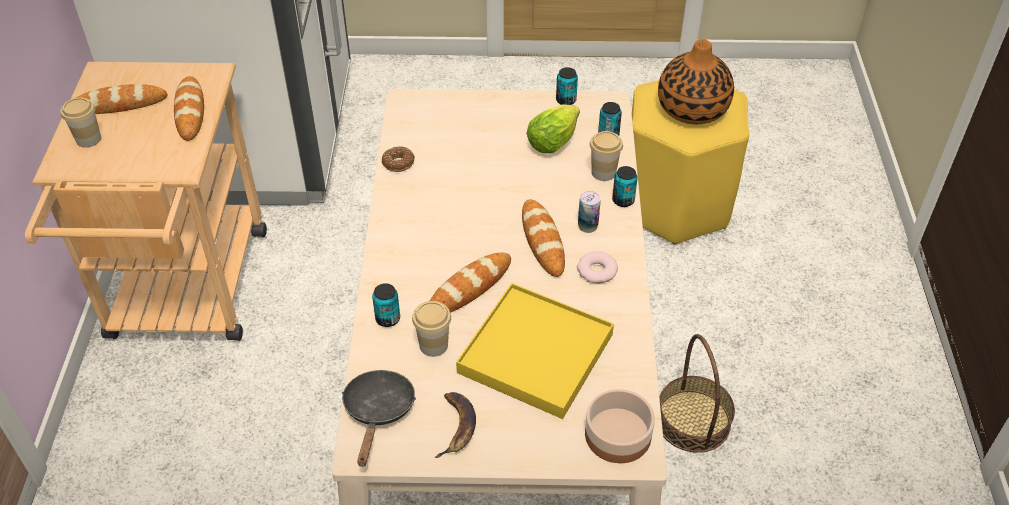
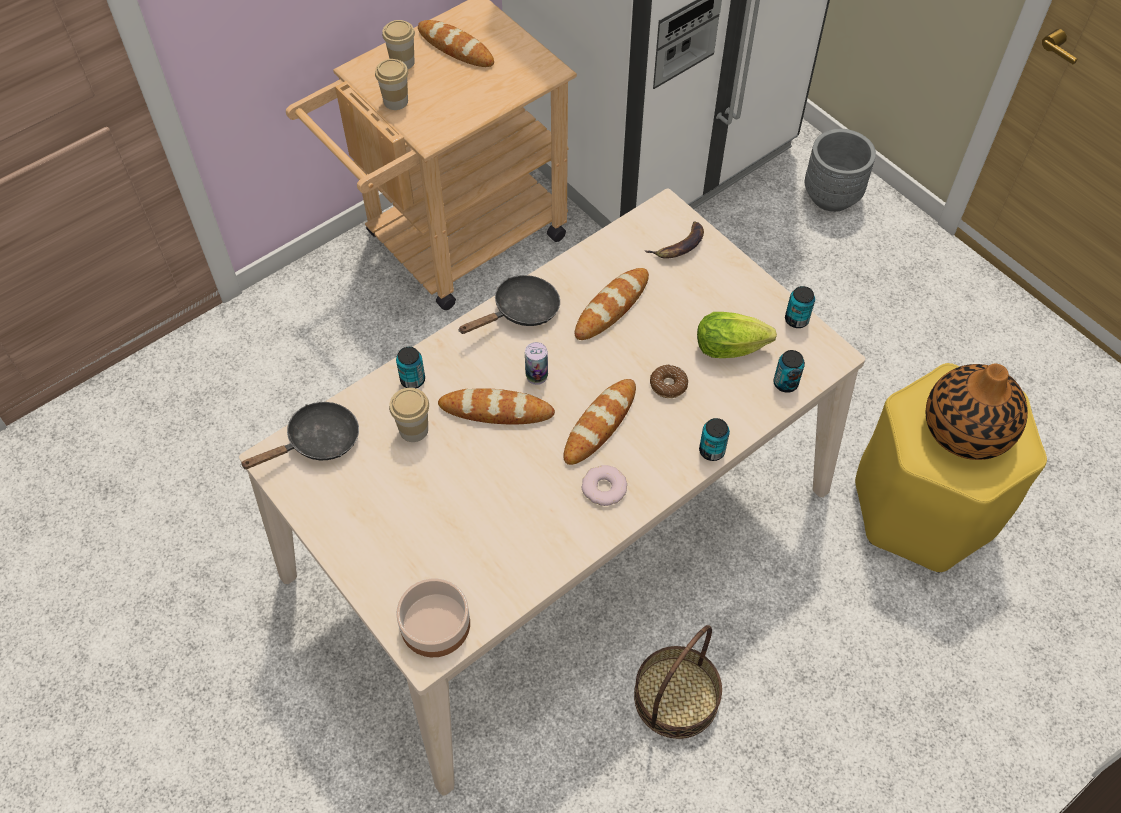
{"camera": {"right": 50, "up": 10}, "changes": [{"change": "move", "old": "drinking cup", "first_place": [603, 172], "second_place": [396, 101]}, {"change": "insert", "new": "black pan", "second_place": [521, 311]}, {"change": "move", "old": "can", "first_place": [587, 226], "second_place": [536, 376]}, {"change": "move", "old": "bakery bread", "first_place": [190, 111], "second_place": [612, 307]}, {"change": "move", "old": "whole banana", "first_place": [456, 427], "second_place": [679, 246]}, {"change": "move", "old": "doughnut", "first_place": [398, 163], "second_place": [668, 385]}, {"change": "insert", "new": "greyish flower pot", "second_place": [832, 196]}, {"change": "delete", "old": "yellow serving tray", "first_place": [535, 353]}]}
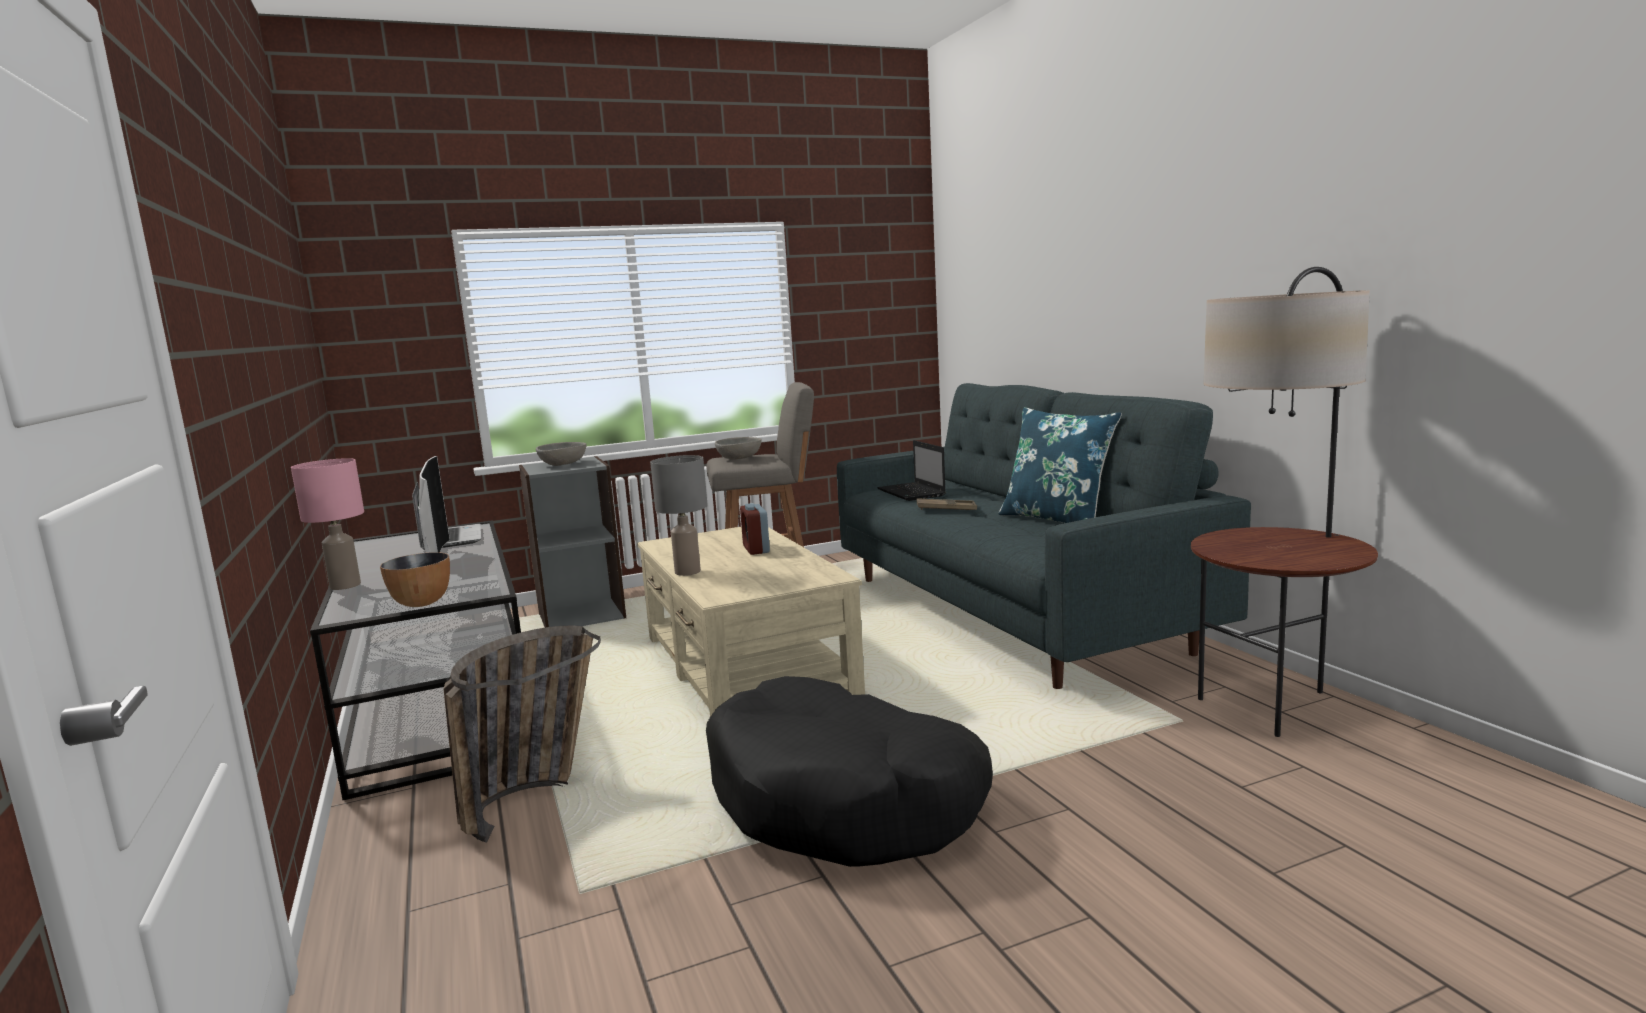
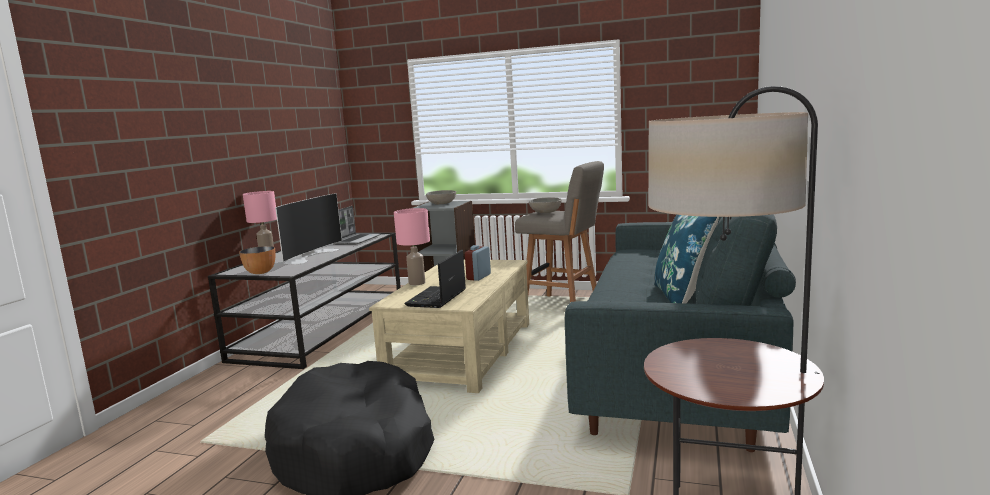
{"camera": {"right": 40, "up": 0}, "changes": [{"change": "recolor", "old": "greyish table lamp", "new": "pinkish table lamp", "first_place": [687, 572], "second_place": [417, 283]}, {"change": "move", "old": "laptop", "first_place": [912, 493], "second_place": [436, 298]}, {"change": "delete", "old": "basket", "first_place": [533, 798]}, {"change": "delete", "old": "brown serving tray", "first_place": [946, 509]}]}
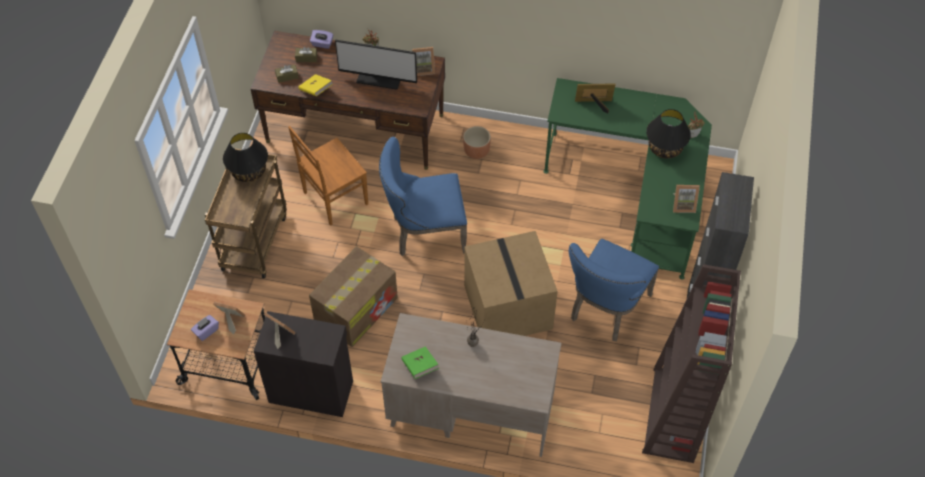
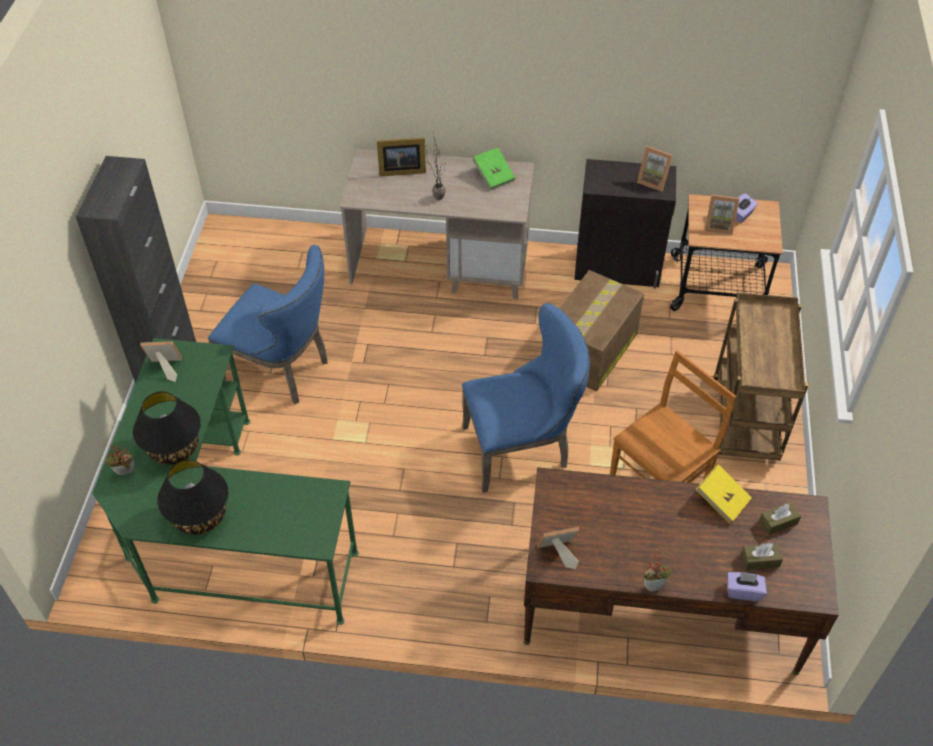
{"camera": {"right": 175, "up": -5}, "changes": [{"change": "move", "old": "black table lamp", "first_place": [249, 171], "second_place": [199, 516]}, {"change": "rotate", "old": "blue upright chair", "first_place": [606, 309], "second_place": [283, 370], "degrees": 90}, {"change": "move", "old": "standing frame", "first_place": [595, 104], "second_place": [400, 170]}, {"change": "delete", "old": "computer display", "first_place": [379, 77]}, {"change": "delete", "old": "brown flower pot", "first_place": [477, 151]}, {"change": "delete", "old": "carton", "first_place": [506, 306]}, {"change": "delete", "old": "brown bookshelf", "first_place": [674, 415]}]}
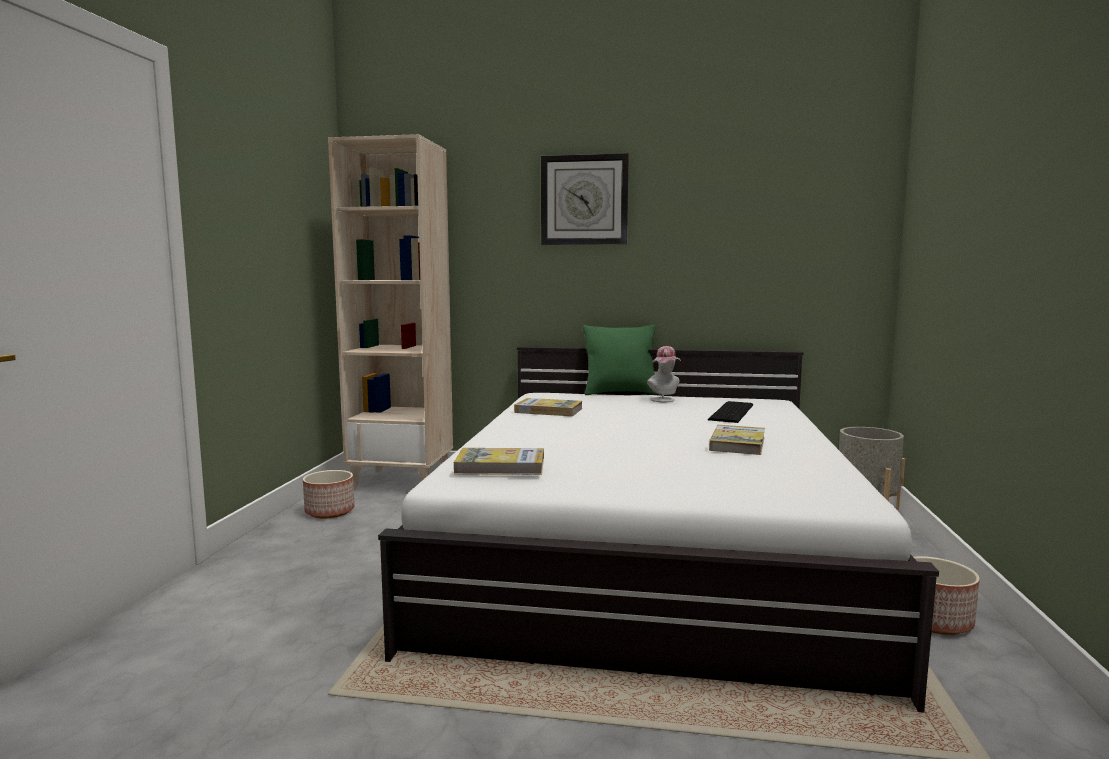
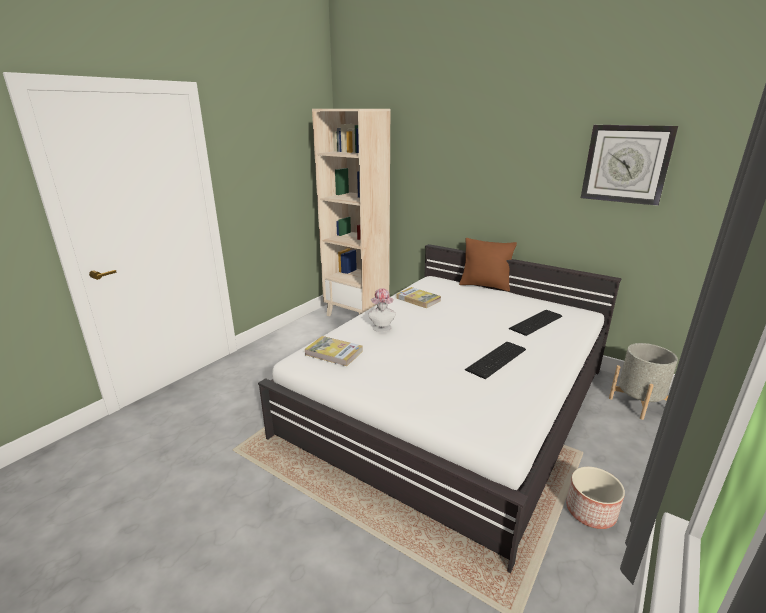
{"camera": {"right": 25, "up": 15}, "changes": [{"change": "move", "old": "hat", "first_place": [665, 400], "second_place": [382, 329]}, {"change": "recolor", "old": "greenish throw pillow", "new": "brown throw pillow", "first_place": [620, 393], "second_place": [485, 286]}, {"change": "replace", "old": "bound book", "new": "keyboard", "first_place": [737, 443], "second_place": [498, 359]}, {"change": "move", "old": "clock on the wall", "first_place": [584, 200], "second_place": [626, 164]}, {"change": "delete", "old": "flower pot", "first_place": [330, 511]}]}
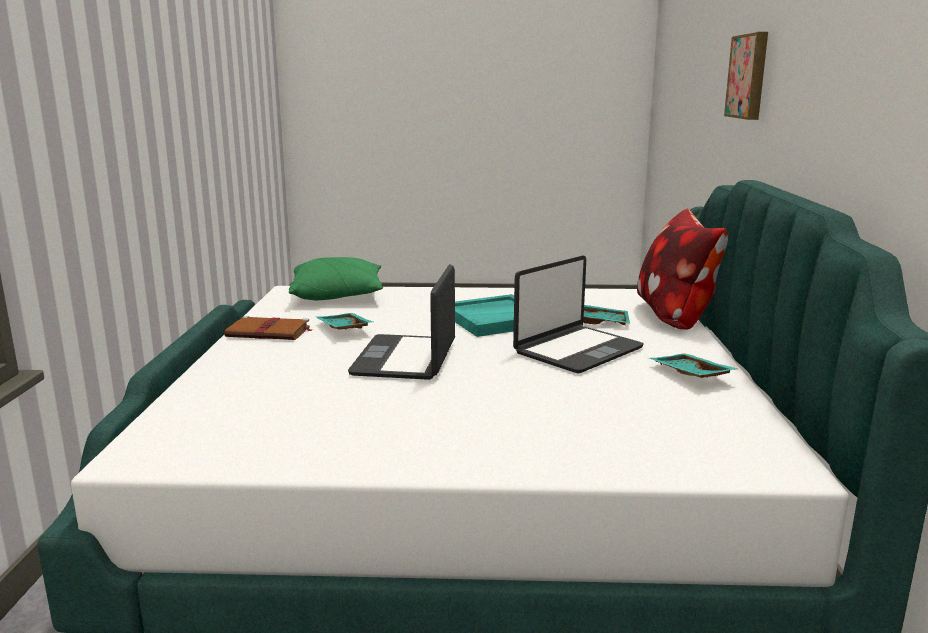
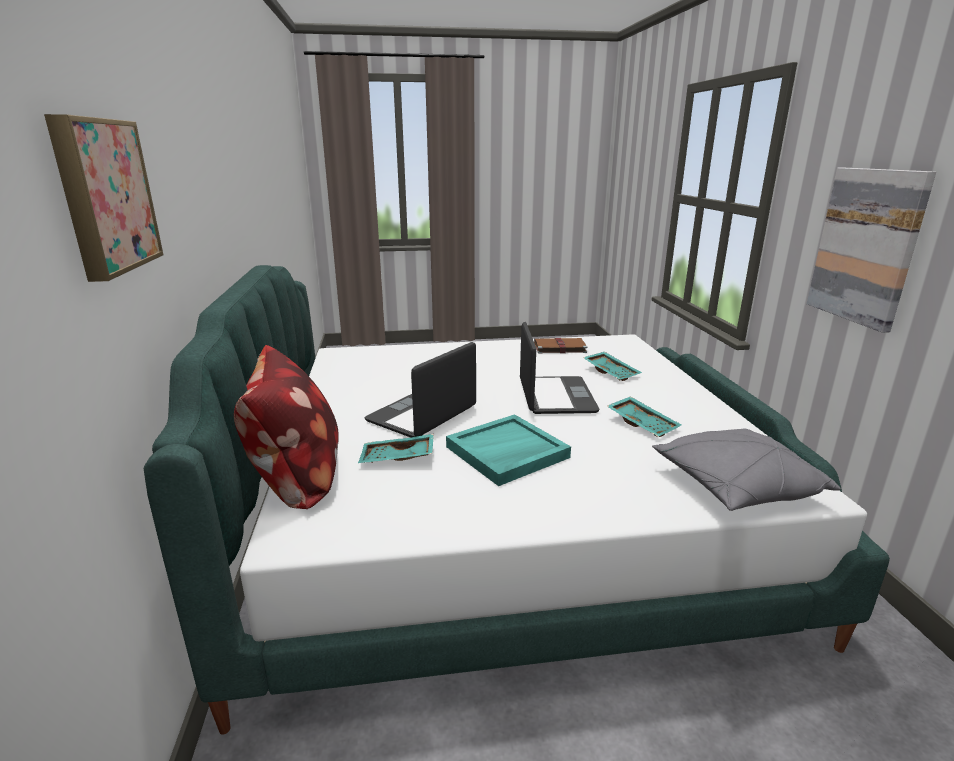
{"camera": {"right": 170, "up": 5}, "changes": [{"change": "move", "old": "brown bound book", "first_place": [270, 332], "second_place": [558, 347]}, {"change": "move", "old": "blue-green serving tray", "first_place": [689, 375], "second_place": [611, 372]}, {"change": "recolor", "old": "greenish throw pillow", "new": "greyish throw pillow", "first_place": [338, 295], "second_place": [735, 487]}, {"change": "insert", "new": "picture", "second_place": [866, 246]}]}
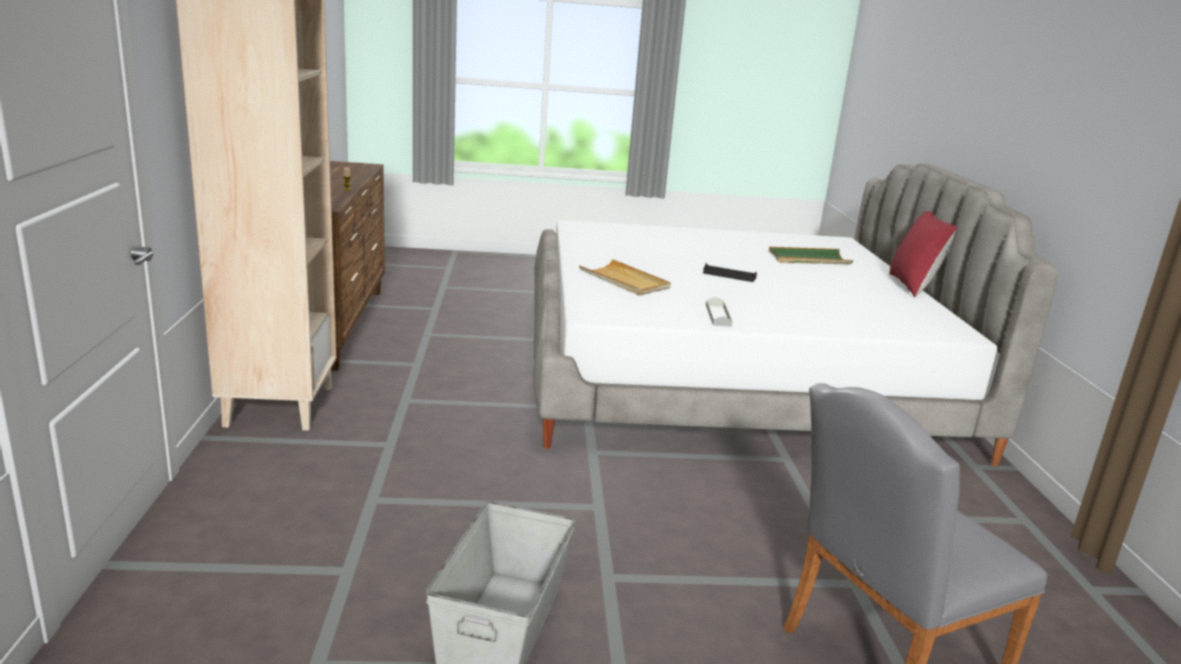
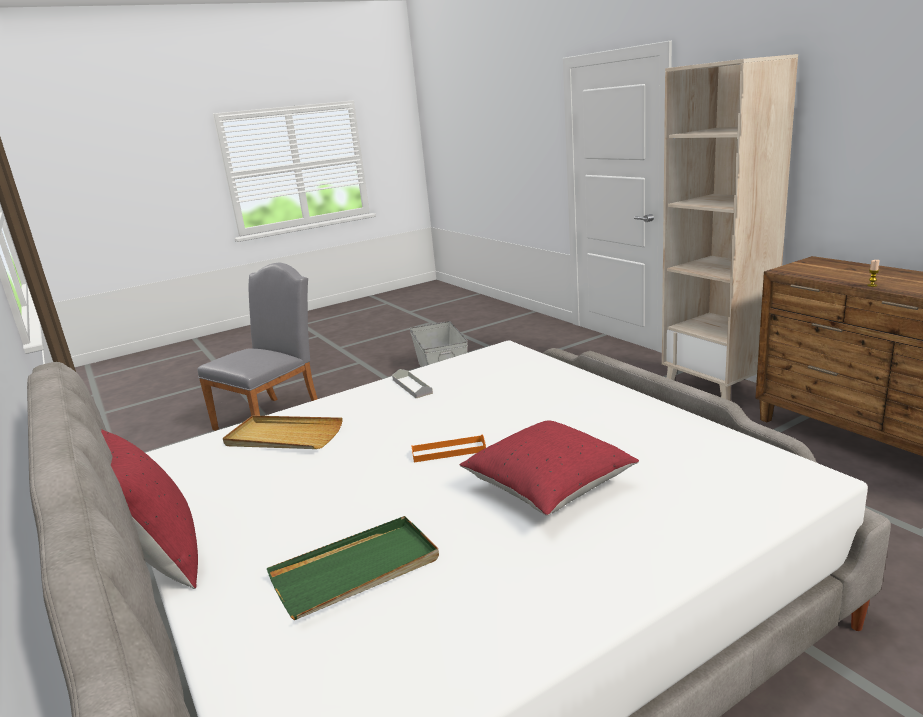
{"camera": {"right": 155, "up": 0}, "changes": [{"change": "move", "old": "beige serving tray", "first_place": [624, 281], "second_place": [283, 437]}, {"change": "recolor", "old": "black serving tray", "new": "orangey serving tray", "first_place": [729, 275], "second_place": [448, 451]}, {"change": "insert", "new": "red-coloured throw pillow", "second_place": [549, 487]}]}
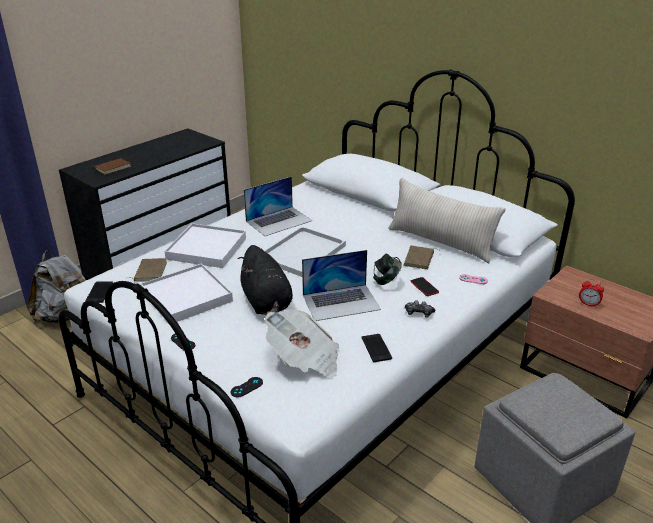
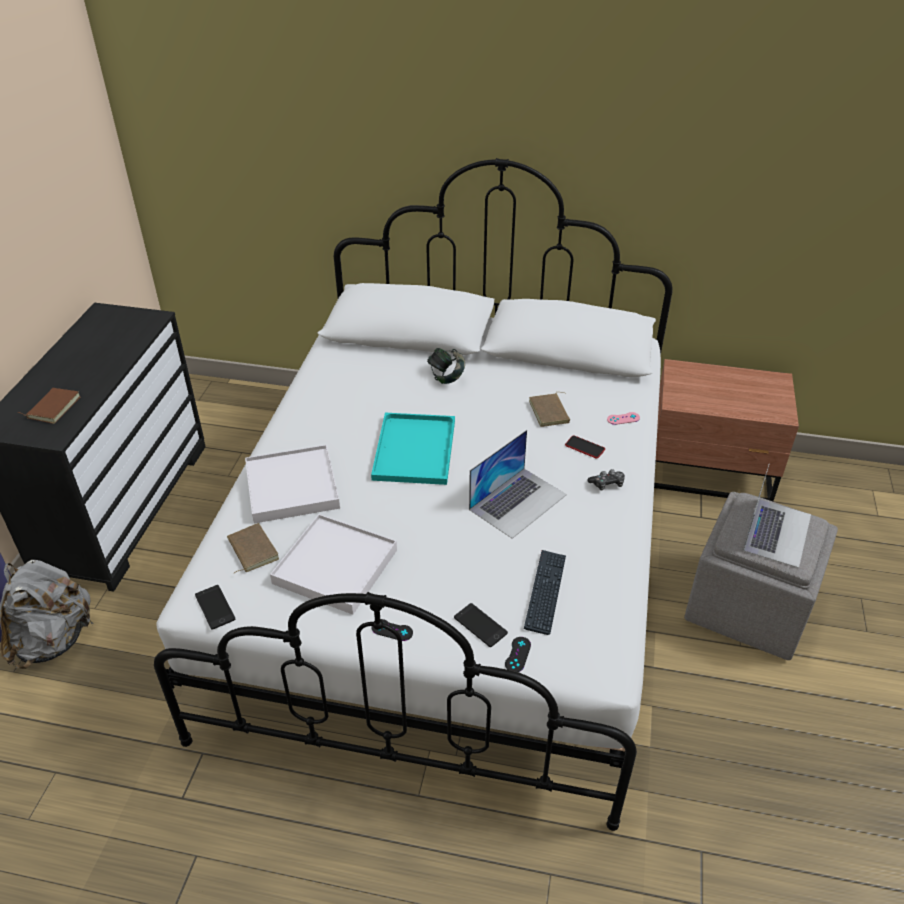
{"camera": {"right": -30, "up": 10}, "changes": [{"change": "recolor", "old": "whitish serving tray", "new": "blue-green serving tray", "first_place": [302, 251], "second_place": [413, 448]}, {"change": "move", "old": "pair of headphones", "first_place": [386, 280], "second_place": [446, 377]}, {"change": "move", "old": "handset", "first_place": [376, 348], "second_place": [480, 625]}, {"change": "replace", "old": "printed paper", "new": "keyboard", "first_place": [304, 359], "second_place": [545, 592]}, {"change": "move", "old": "laptop", "first_place": [279, 221], "second_place": [777, 532]}, {"change": "delete", "old": "black plush toy", "first_place": [267, 303]}, {"change": "delete", "old": "beige throw pillow", "first_place": [440, 242]}, {"change": "delete", "old": "table clock", "first_place": [588, 304]}]}
